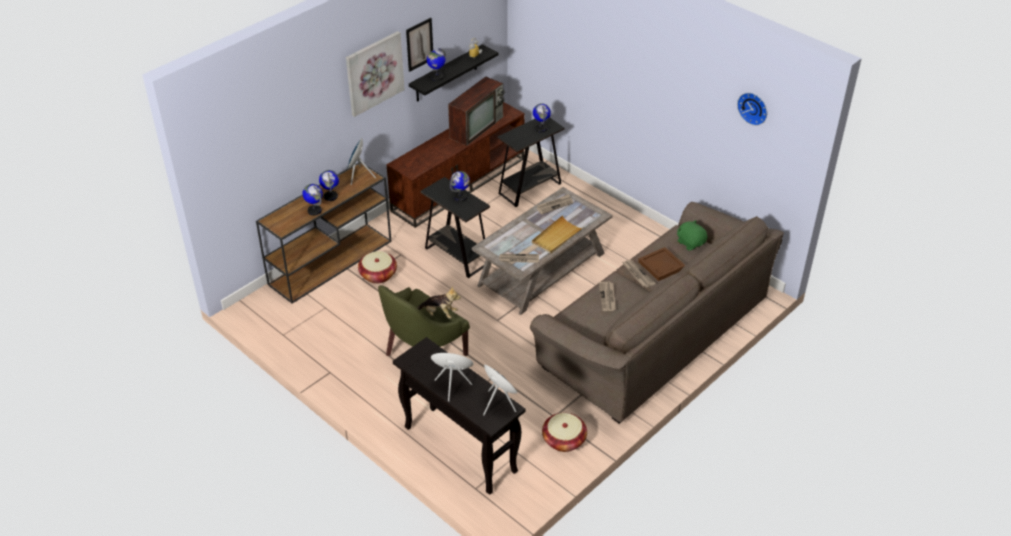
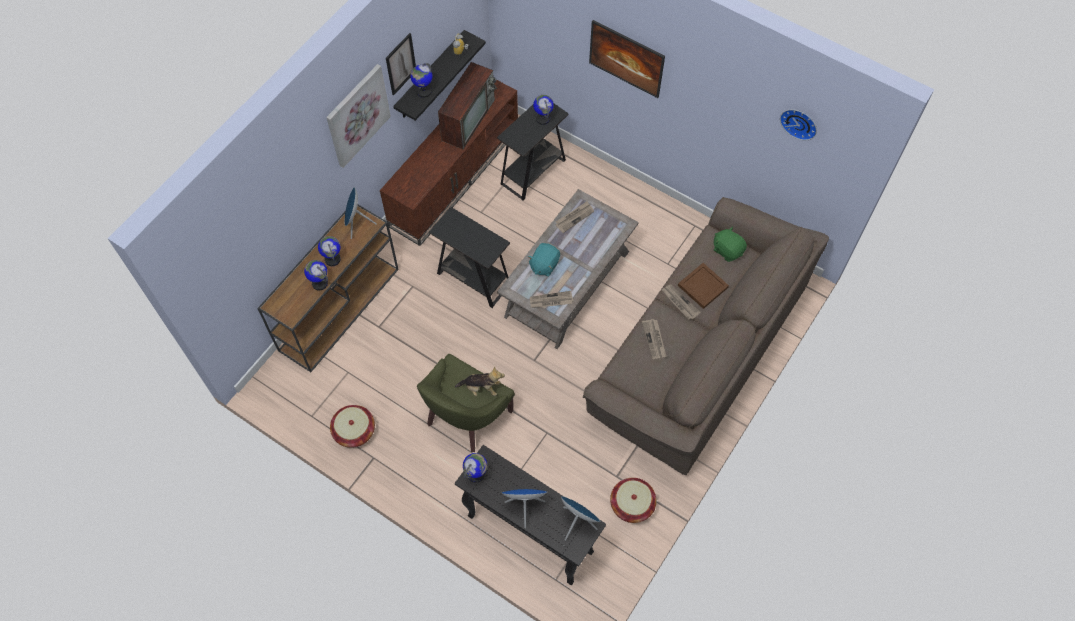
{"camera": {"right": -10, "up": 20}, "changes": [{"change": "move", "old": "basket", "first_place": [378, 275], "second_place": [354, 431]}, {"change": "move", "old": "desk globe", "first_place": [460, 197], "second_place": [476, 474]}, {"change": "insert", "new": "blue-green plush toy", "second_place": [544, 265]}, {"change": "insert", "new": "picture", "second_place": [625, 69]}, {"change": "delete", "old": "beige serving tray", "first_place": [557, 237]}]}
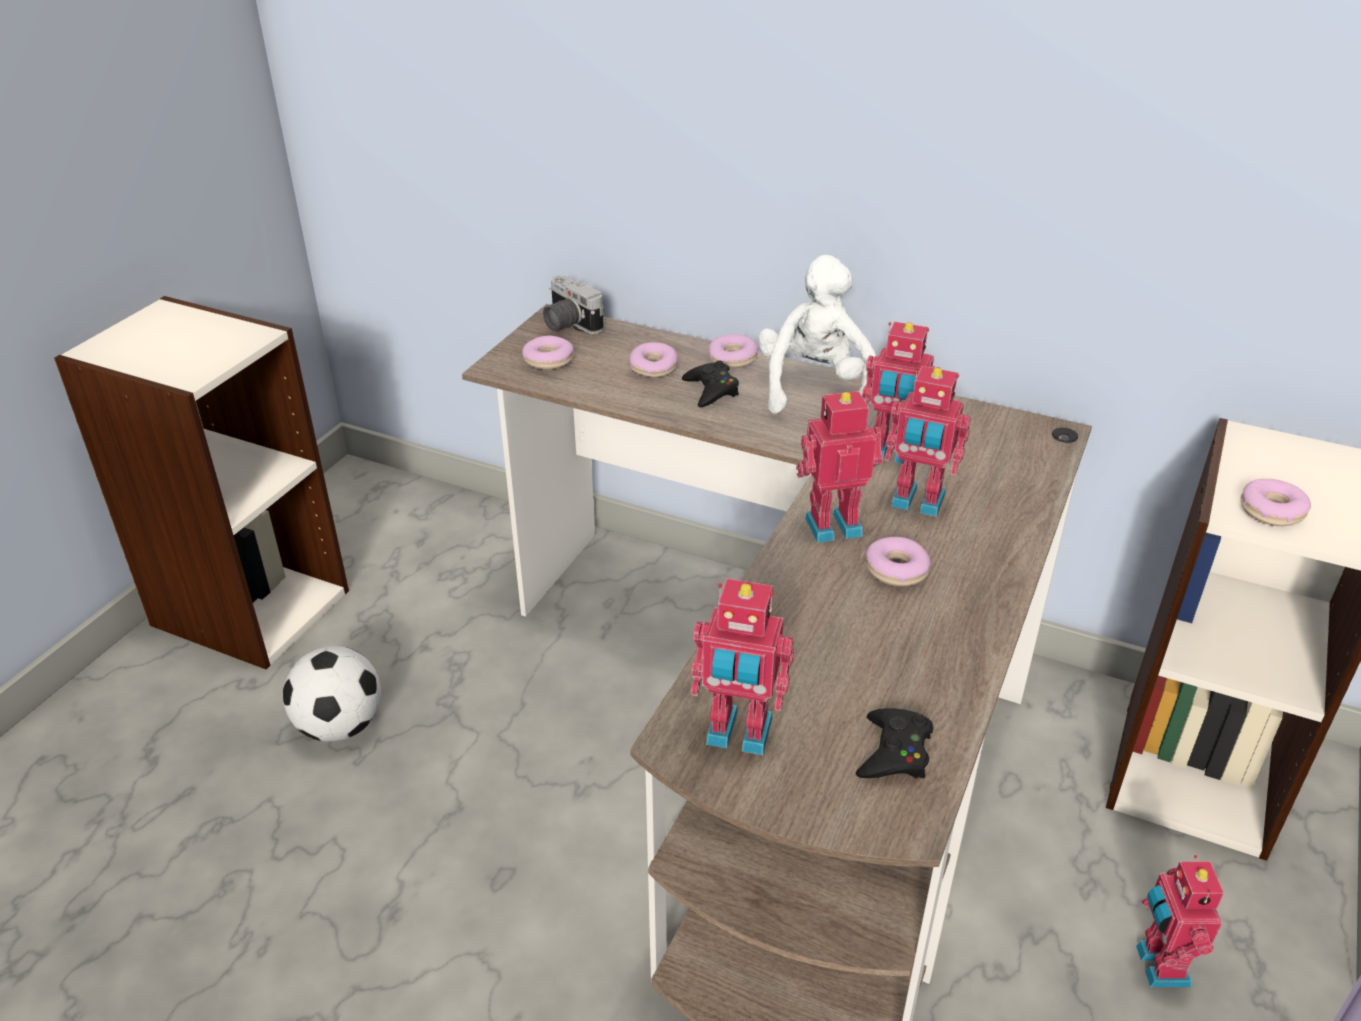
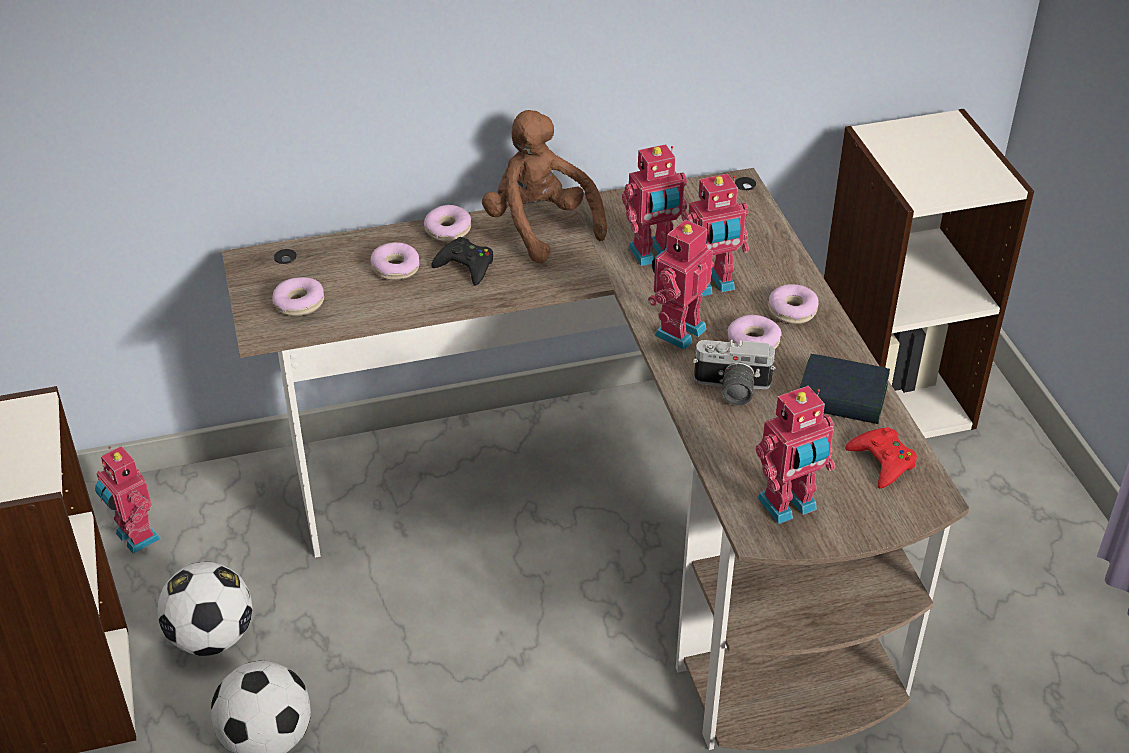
{"camera": {"right": -40, "up": 5}, "changes": [{"change": "move", "old": "robot figure", "first_place": [1159, 966], "second_place": [135, 537]}, {"change": "insert", "new": "football", "second_place": [212, 638]}, {"change": "recolor", "old": "whitish plush toy", "new": "brown plush toy", "first_place": [814, 388], "second_place": [540, 227]}, {"change": "move", "old": "still camera", "first_place": [567, 324], "second_place": [731, 390]}, {"change": "move", "old": "doughnut", "first_place": [1271, 511], "second_place": [792, 310]}, {"change": "insert", "new": "bound book", "second_place": [842, 397]}, {"change": "recolor", "old": "black game controller", "new": "red-coloured game controller", "first_place": [894, 752], "second_place": [882, 461]}]}
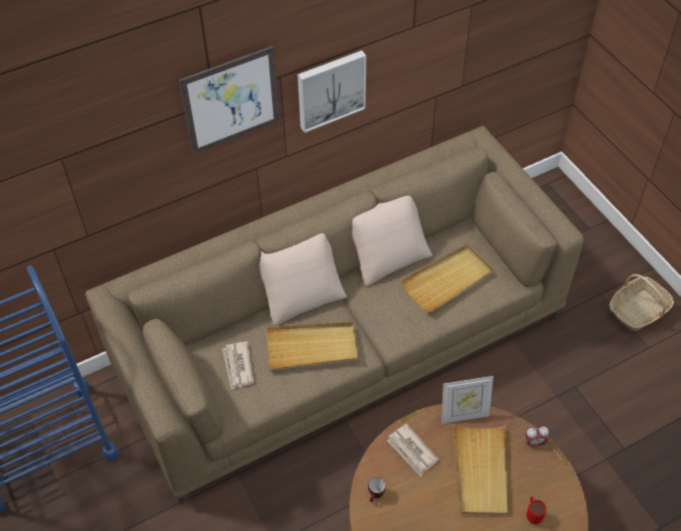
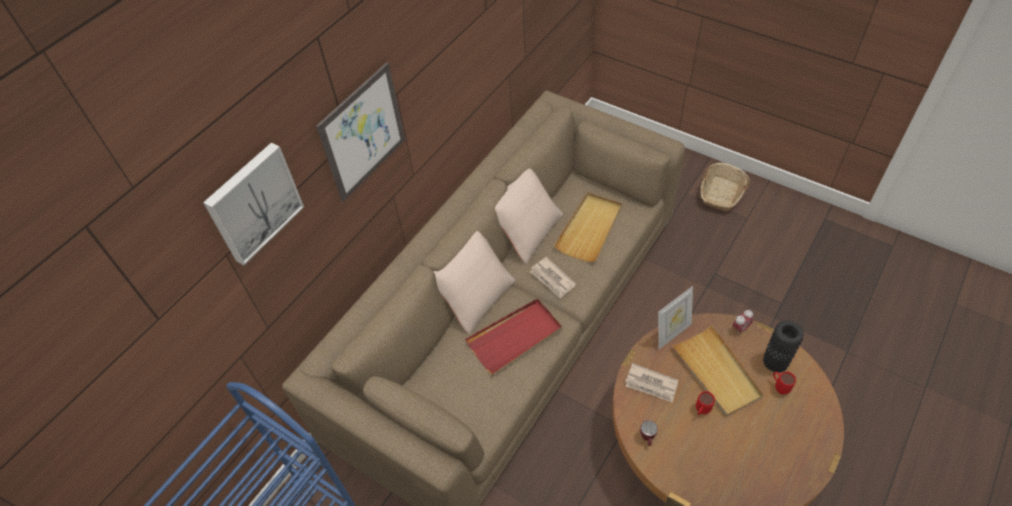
{"camera": {"right": -25, "up": 0}, "changes": [{"change": "move", "old": "picture", "first_place": [330, 89], "second_place": [253, 202]}, {"change": "recolor", "old": "beige serving tray", "new": "red-coloured serving tray", "first_place": [312, 348], "second_place": [515, 337]}, {"change": "move", "old": "printed paper", "first_place": [238, 366], "second_place": [552, 279]}, {"change": "insert", "new": "red-coloured tea mug", "second_place": [701, 411]}, {"change": "insert", "new": "black decorative vase", "second_place": [775, 361]}]}
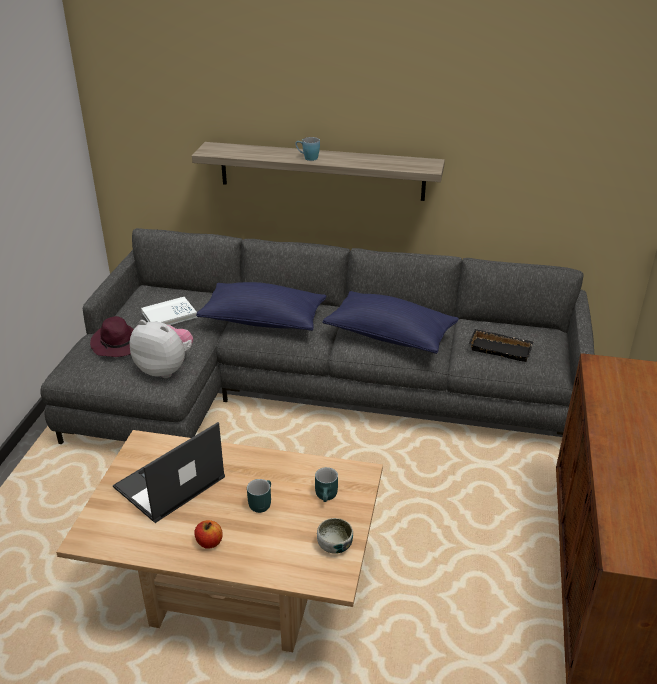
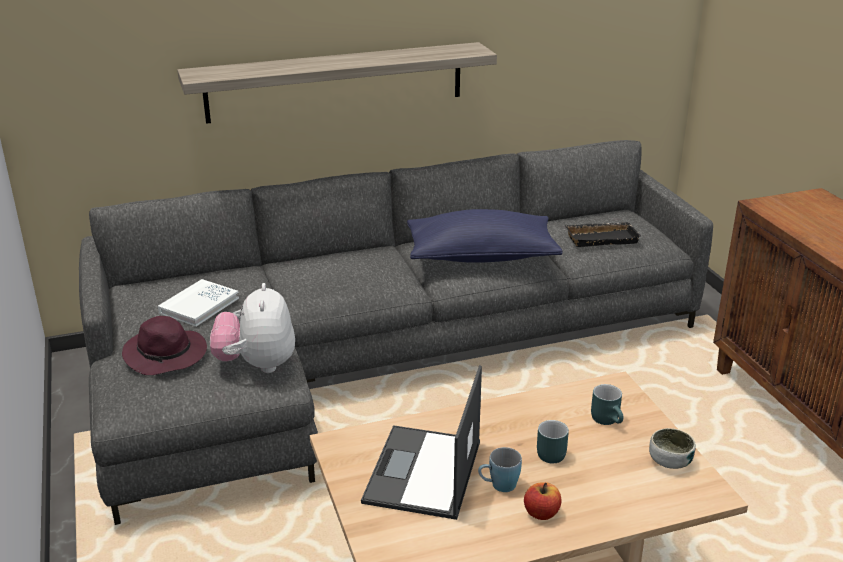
{"camera": {"right": -30, "up": -5}, "changes": [{"change": "rotate", "old": "plush toy", "first_place": [165, 369], "second_place": [257, 365], "degrees": -90}, {"change": "move", "old": "blue tea mug", "first_place": [307, 158], "second_place": [498, 486]}, {"change": "delete", "old": "blue throw pillow", "first_place": [263, 320]}]}
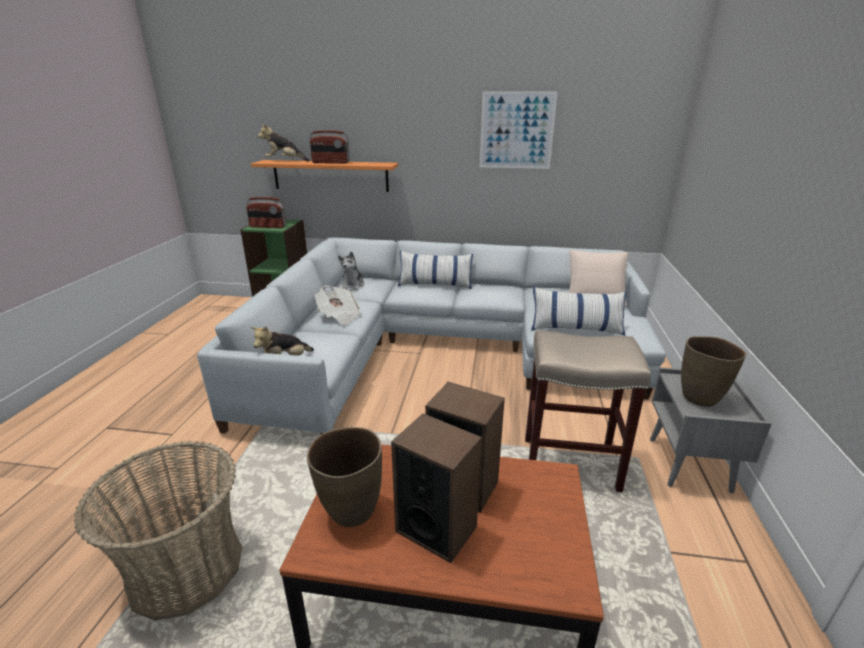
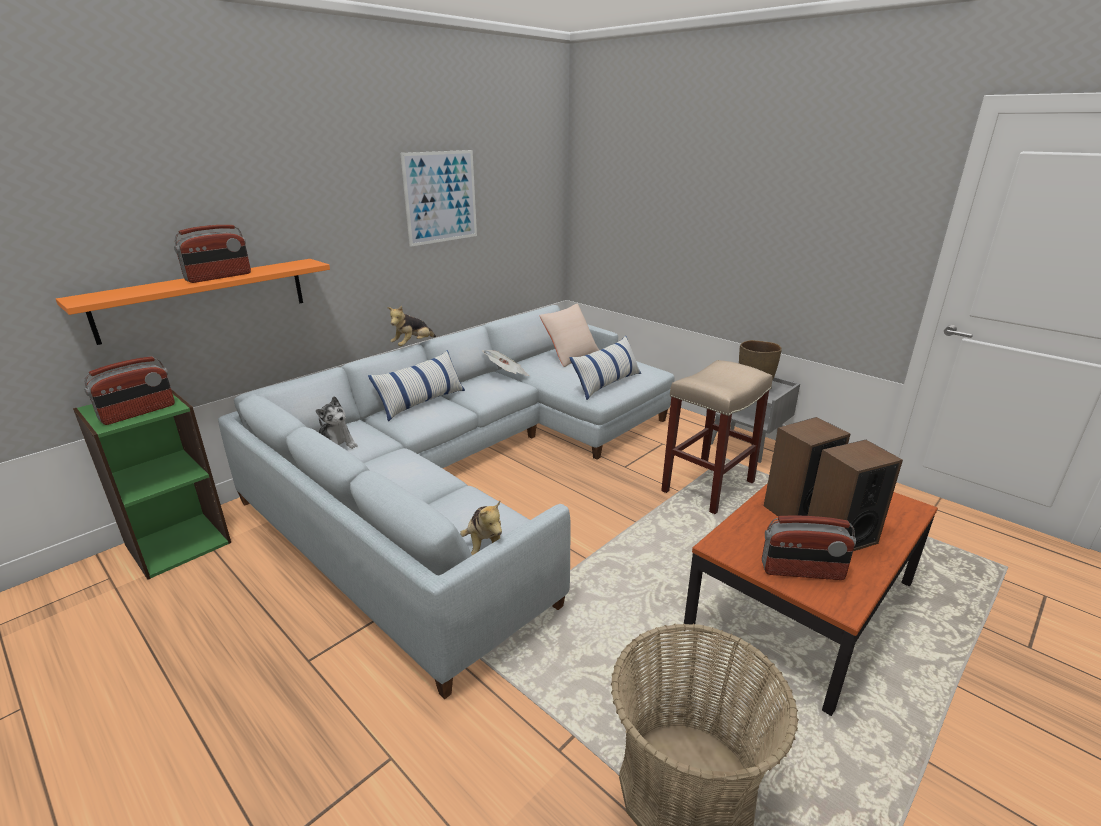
{"camera": {"right": -55, "up": 0}, "changes": [{"change": "move", "old": "plush toy", "first_place": [284, 161], "second_place": [413, 345]}, {"change": "move", "old": "printed paper", "first_place": [339, 315], "second_place": [506, 374]}, {"change": "replace", "old": "brown decorative vase", "new": "radio receiver", "first_place": [351, 512], "second_place": [802, 571]}]}
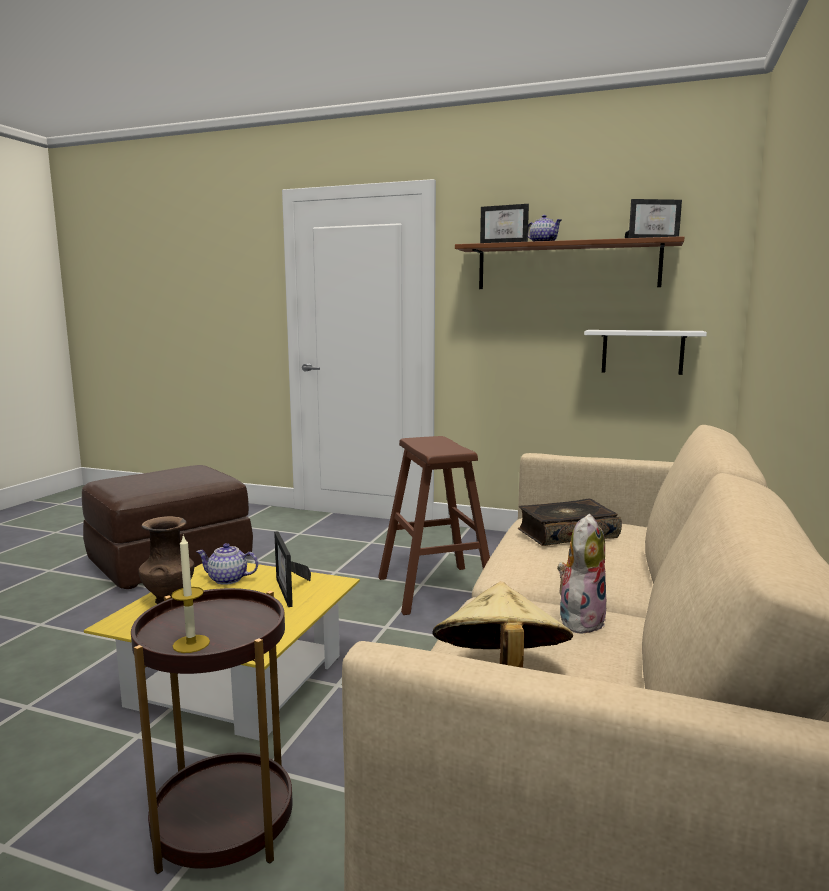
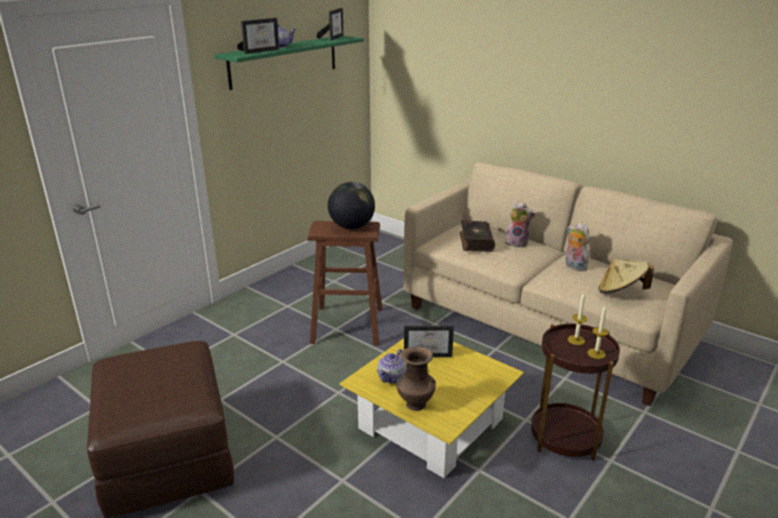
{"camera": {"right": -70, "up": 15}, "changes": [{"change": "recolor", "old": "brown bracket shelf", "new": "greenish bracket shelf", "first_place": [567, 266], "second_place": [284, 61]}, {"change": "insert", "new": "desk globe", "second_place": [352, 227]}, {"change": "insert", "new": "plush toy", "second_place": [517, 243]}, {"change": "insert", "new": "candle", "second_place": [576, 340]}, {"change": "delete", "old": "whitish bracket shelf", "first_place": [642, 352]}]}
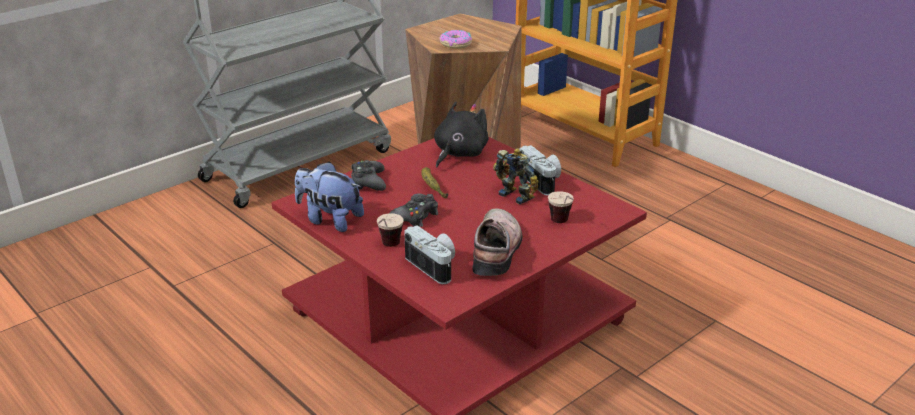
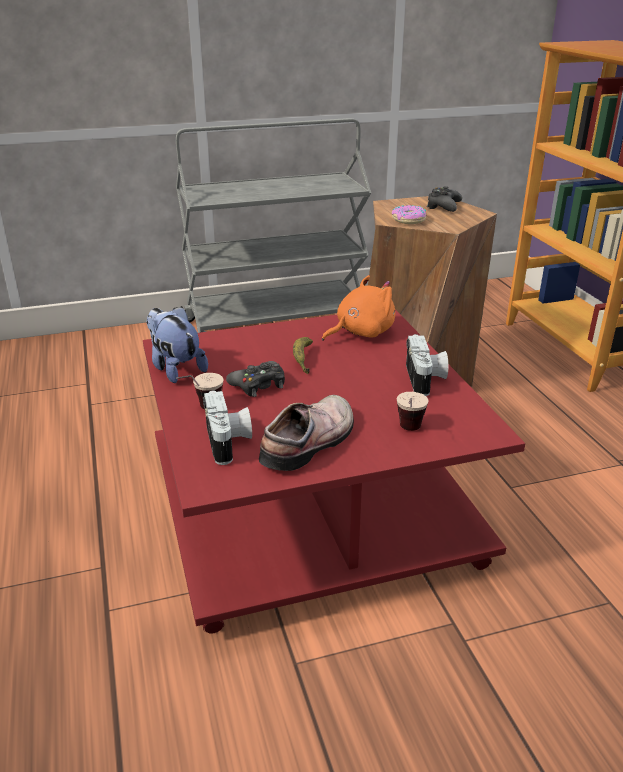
{"camera": {"right": 25, "up": 0}, "changes": [{"change": "recolor", "old": "black plush toy", "new": "orangey plush toy", "first_place": [459, 154], "second_place": [361, 332]}, {"change": "move", "old": "black game controller", "first_place": [368, 182], "second_place": [443, 206]}, {"change": "delete", "old": "robot figure", "first_place": [517, 194]}]}
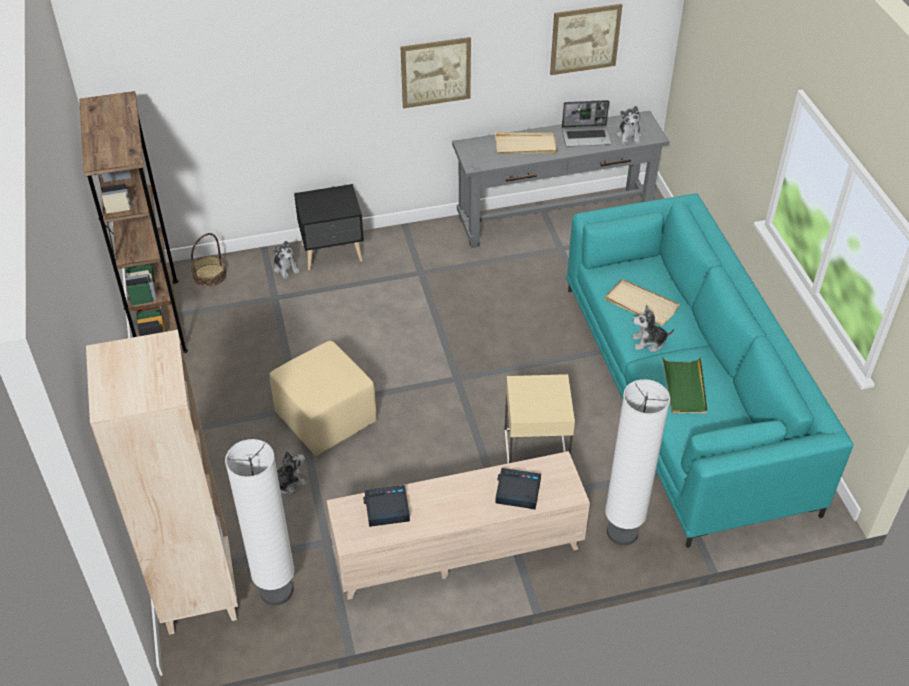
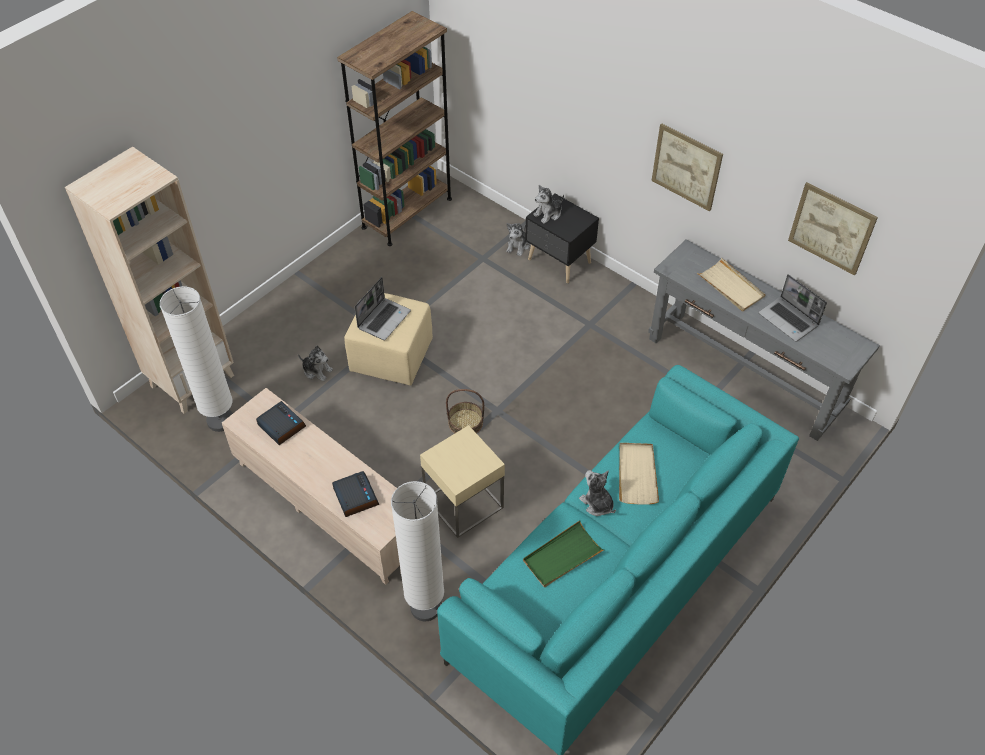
{"camera": {"right": 55, "up": 5}, "changes": [{"change": "insert", "new": "laptop", "second_place": [384, 319]}, {"change": "move", "old": "basket", "first_place": [209, 275], "second_place": [465, 422]}, {"change": "move", "old": "plush toy", "first_place": [629, 136], "second_place": [548, 214]}]}
